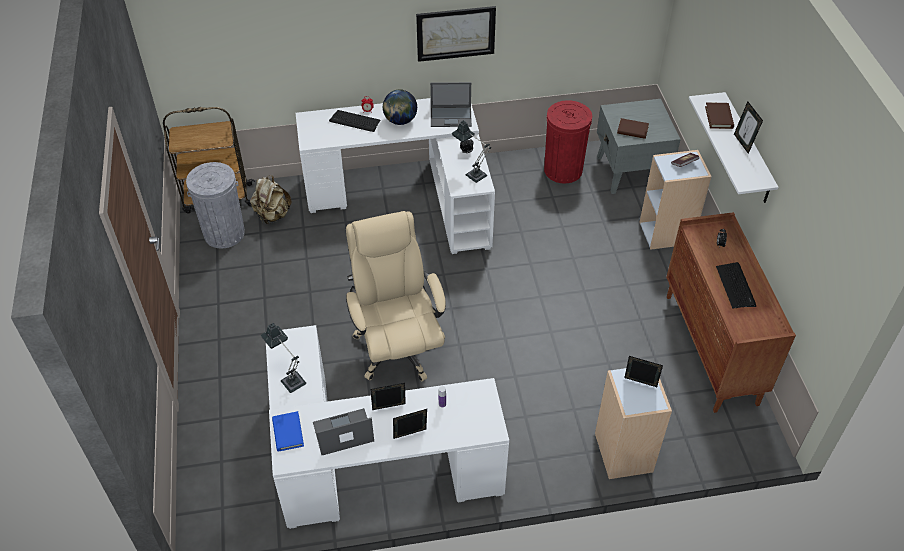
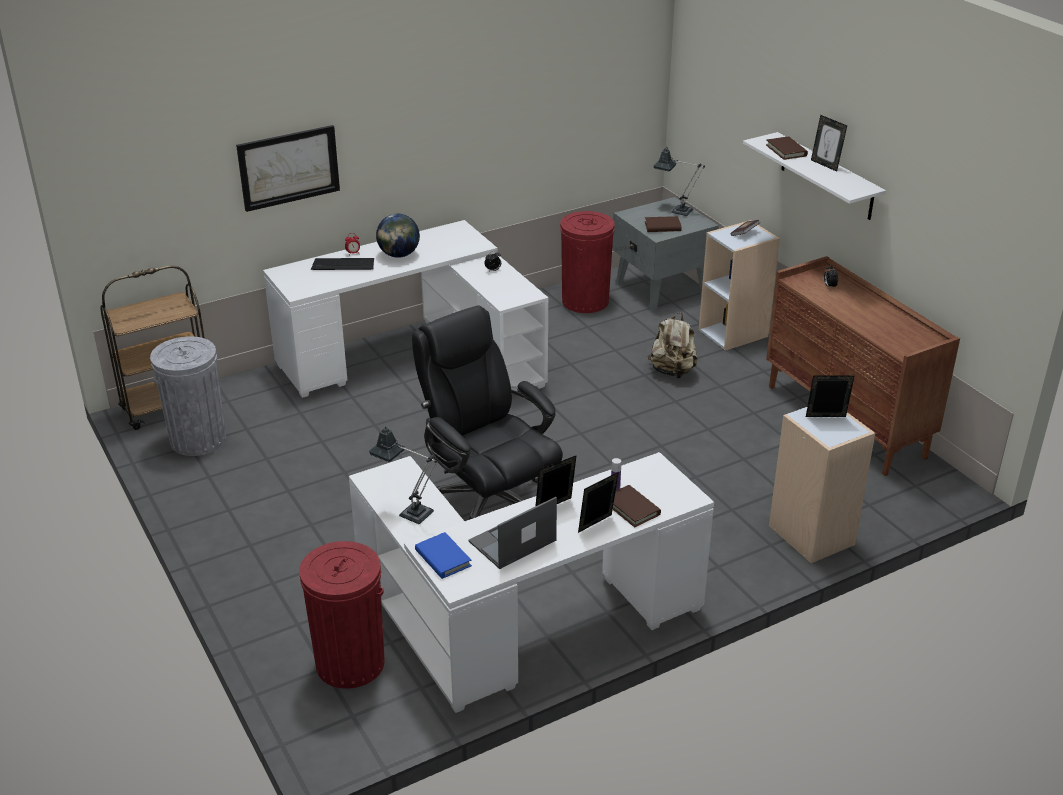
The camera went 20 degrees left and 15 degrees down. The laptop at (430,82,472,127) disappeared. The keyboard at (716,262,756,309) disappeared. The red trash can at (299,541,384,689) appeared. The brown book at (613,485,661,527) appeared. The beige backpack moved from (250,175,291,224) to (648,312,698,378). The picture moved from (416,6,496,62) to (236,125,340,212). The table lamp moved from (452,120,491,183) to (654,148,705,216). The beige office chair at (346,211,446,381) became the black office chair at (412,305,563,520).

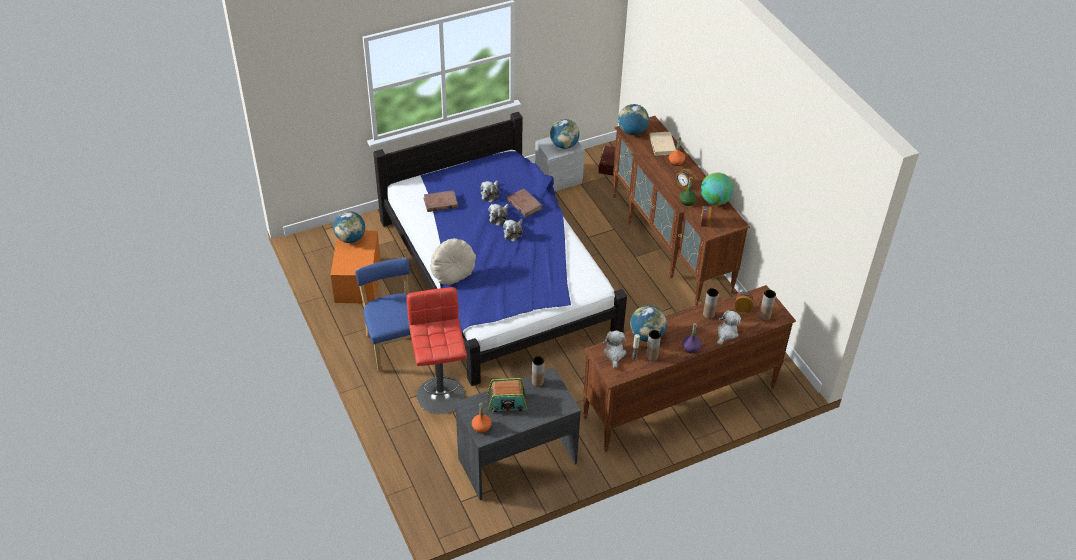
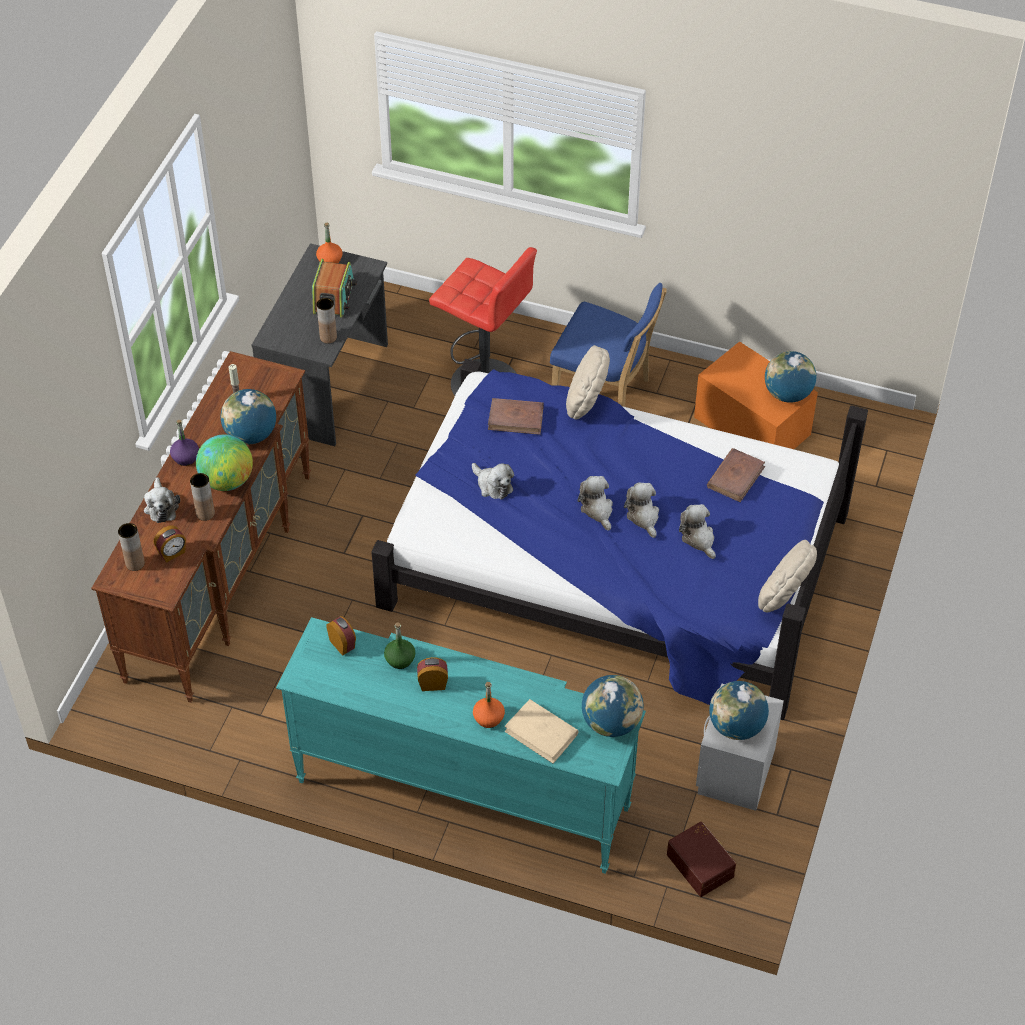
The camera went 135 degrees right and 5 degrees up. The brown vase at (646,330,661,361) disappeared. The beige pillow at (758,540,817,612) appeared. The brown book moved from (507,189,542,217) to (488,398,544,435). The plush toy moved from (603,330,627,369) to (472,463,514,500). The globe moved from (701,173,734,205) to (196,434,253,491). The brown cabinet at (613,116,750,305) became the turquoise cabinet at (276,617,646,874). The radio at (487,378,528,412) turned 150 degrees clockwise.

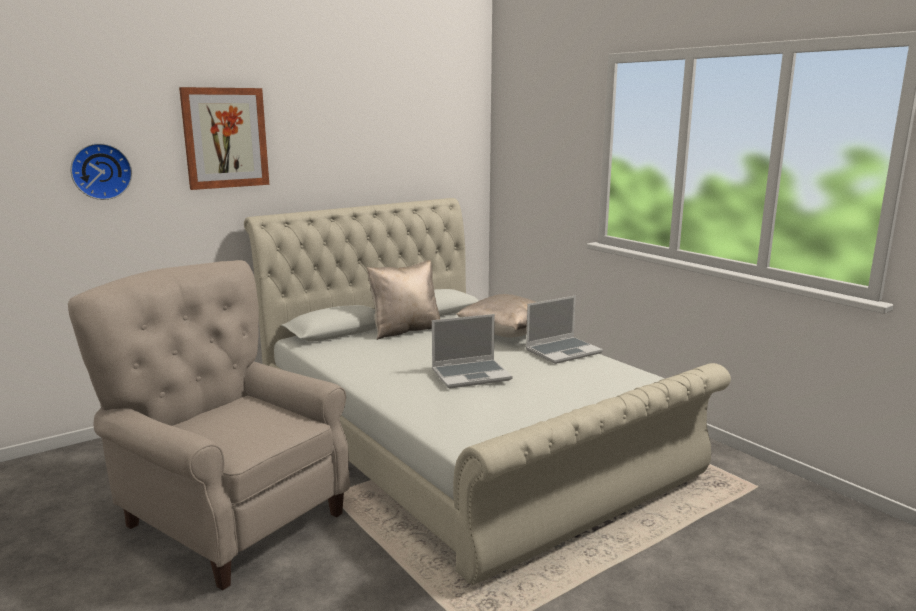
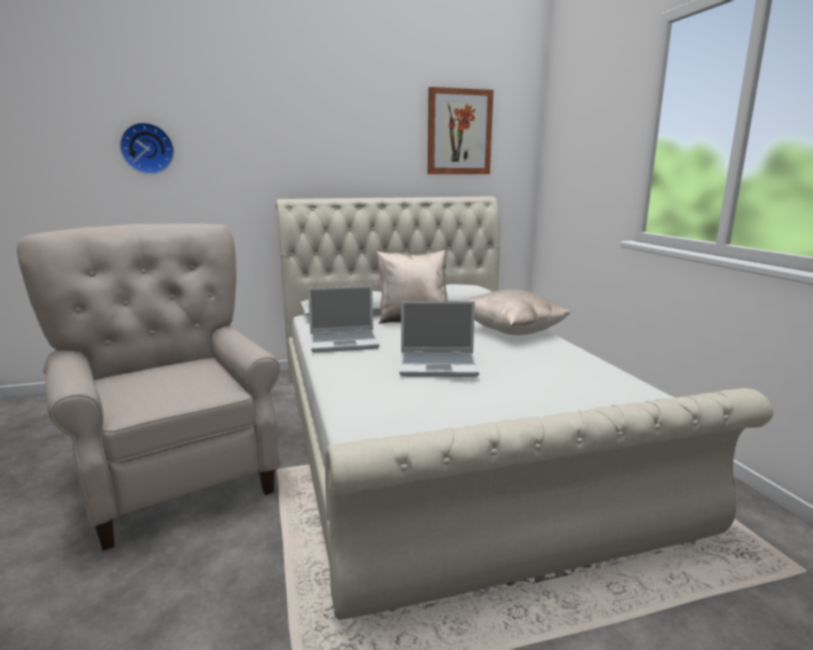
The camera went 20 degrees right and 0 degrees up. The picture moved from (179,87,269,190) to (428,87,493,174). The laptop moved from (526,295,603,364) to (308,285,380,353).

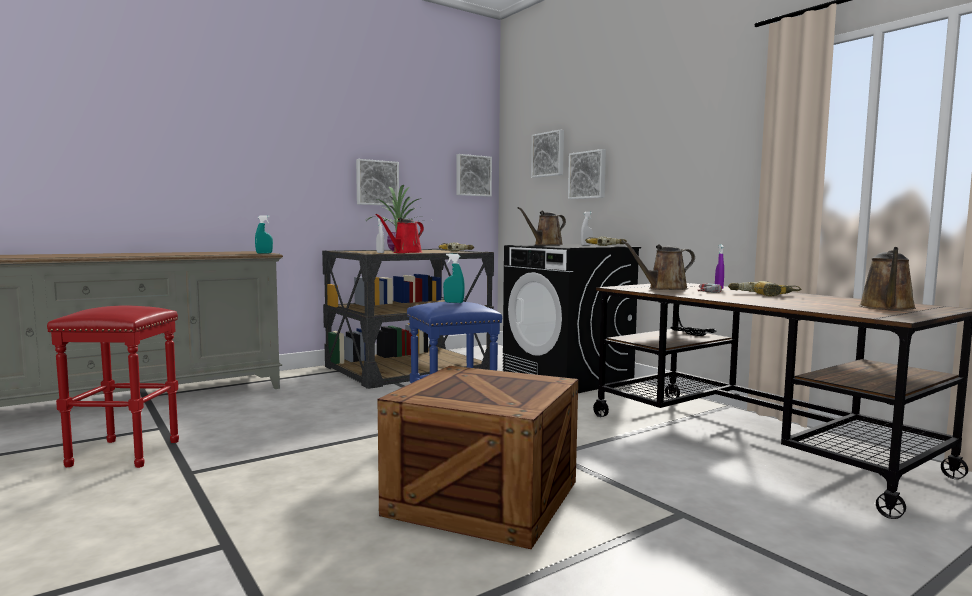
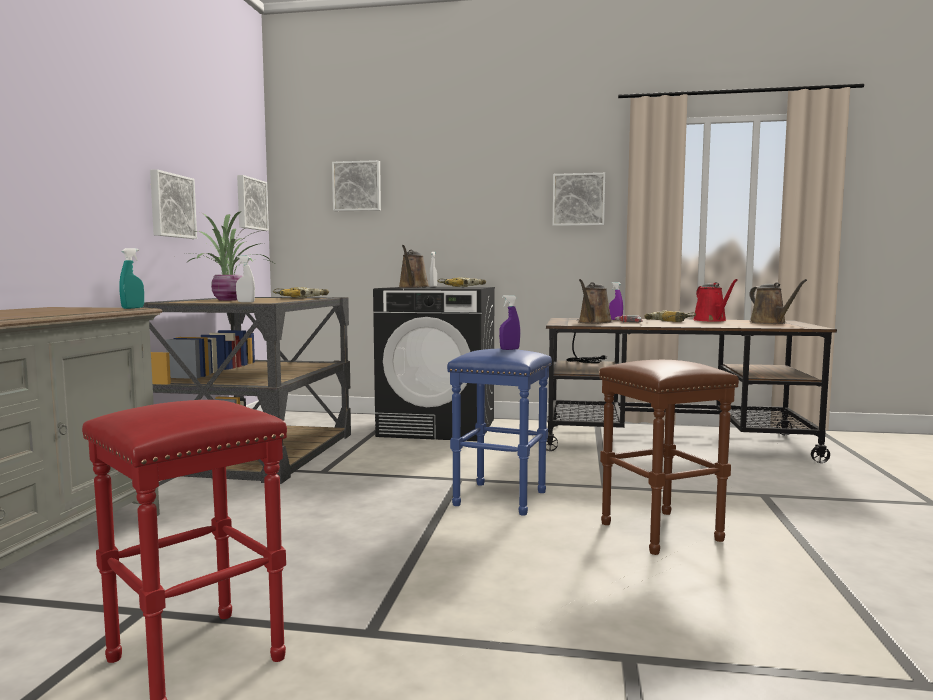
The camera went 45 degrees left and 0 degrees up. The red watering can moved from (376,214,424,253) to (693,279,737,321). The picture moved from (568,149,606,199) to (553,173,605,226). The crate at (378,366,578,549) was replaced by the brown stool at (599,360,739,555). The turquoise spray bottle at (443,253,465,303) became the purple spray bottle at (499,295,520,350).

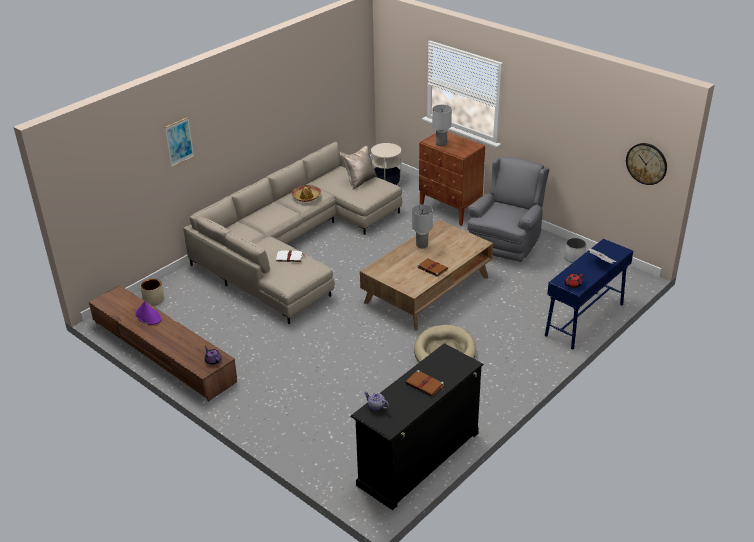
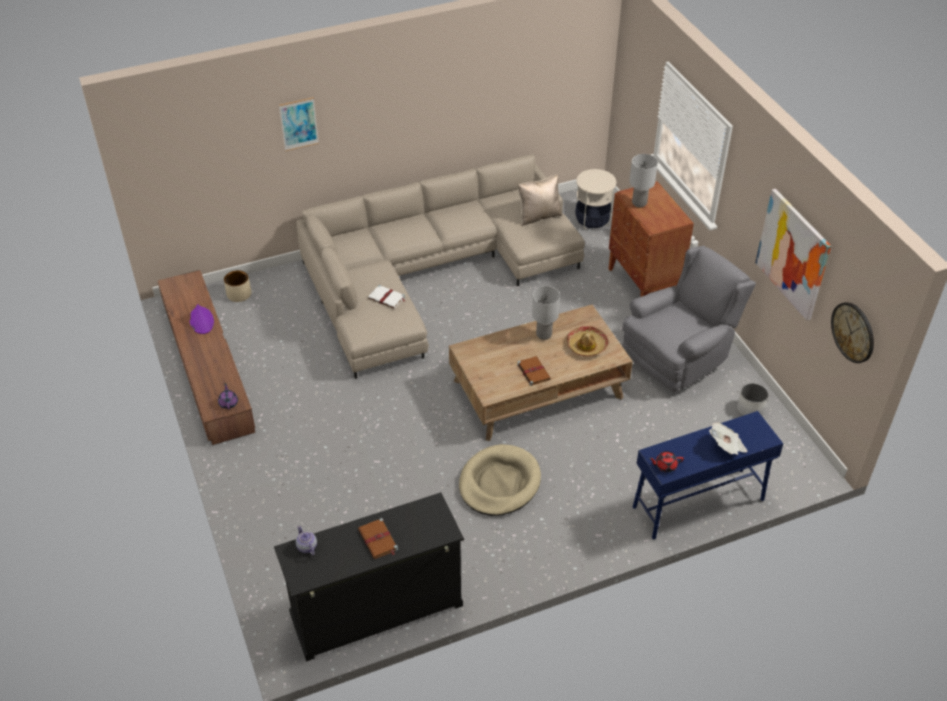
The camera went 25 degrees right and 10 degrees up. The picture at (755,189,831,321) appeared. The hat moved from (292,185,321,202) to (567,326,608,356).

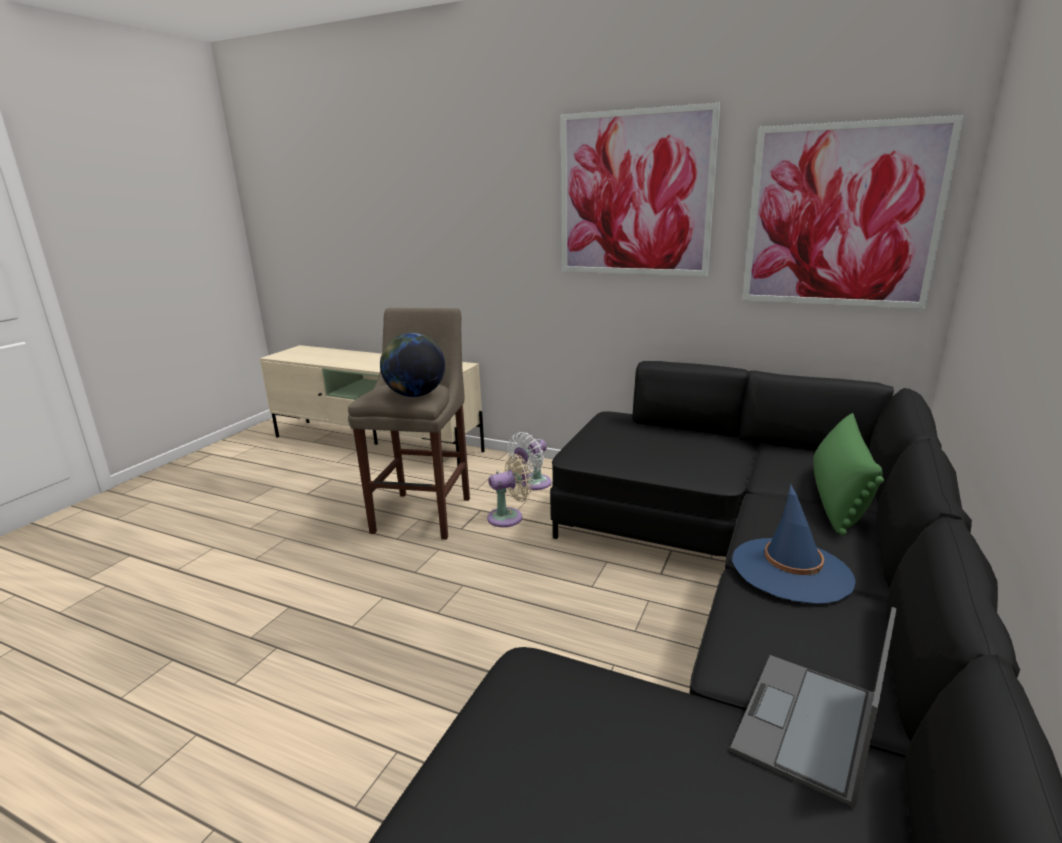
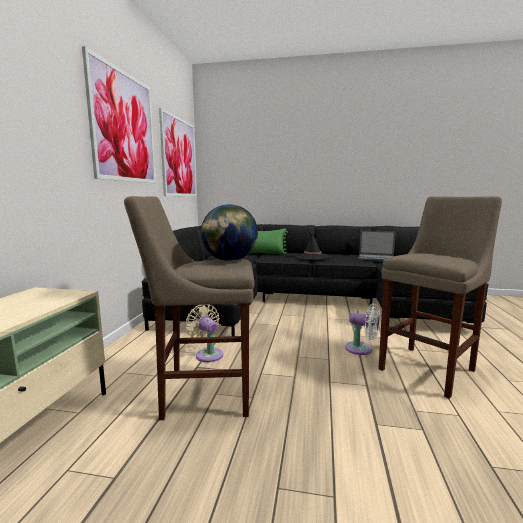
The camera went 105 degrees left and 10 degrees down. The beige stool at (378,196,502,399) appeared. The white fan moved from (507,432,552,490) to (345,303,380,355). The blue hat at (732,484,856,604) became the black hat at (294,231,331,260).

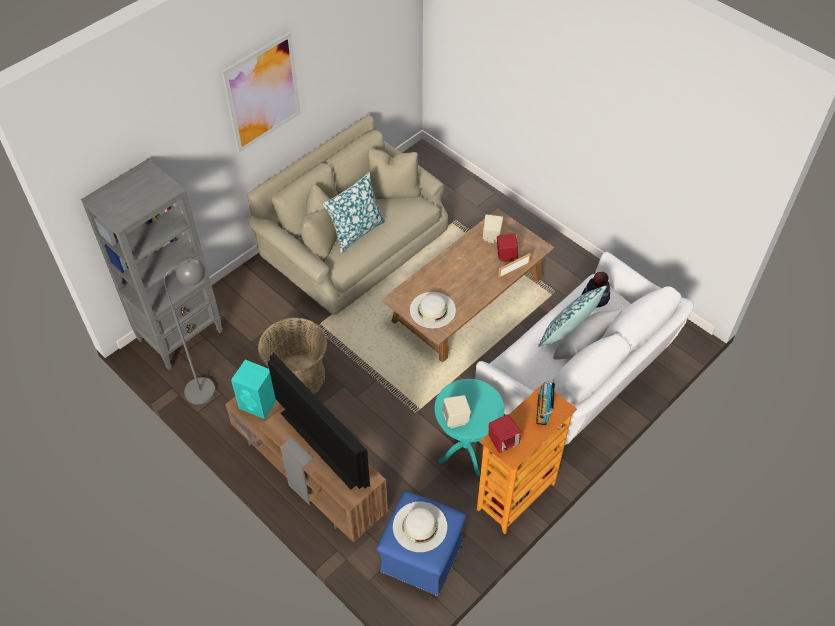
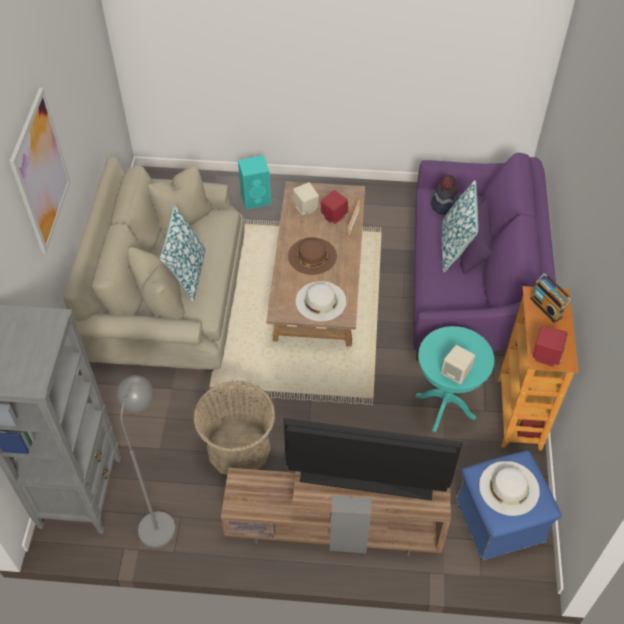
The camera went 40 degrees left and 0 degrees up. The brown hat at (288,237,337,275) appeared. The turquoise speaker moved from (231,360,277,419) to (238,155,271,209). The white sofa at (475,252,694,445) became the purple sofa at (413,153,556,361).

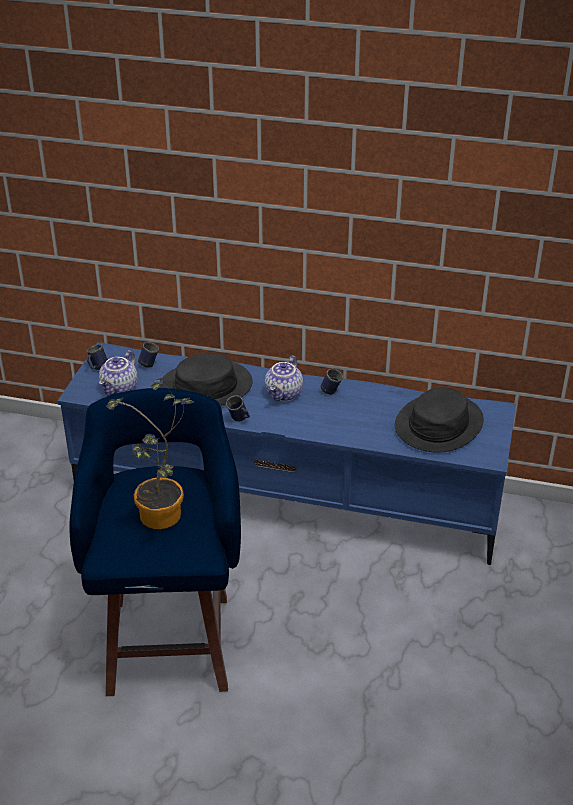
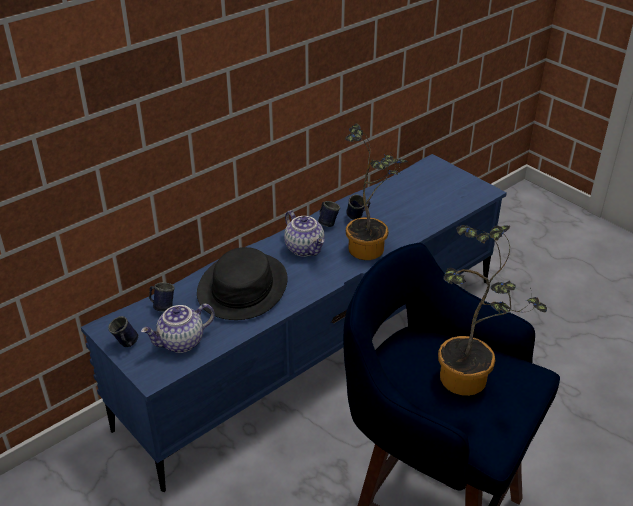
The camera went 55 degrees left and 0 degrees up. The black hat at (395,387,484,453) disappeared. The potted plant at (345,124,408,260) appeared. The blue mug moved from (226,395,250,421) to (346,194,370,219). The teapot at (99,350,138,396) turned 90 degrees clockwise.

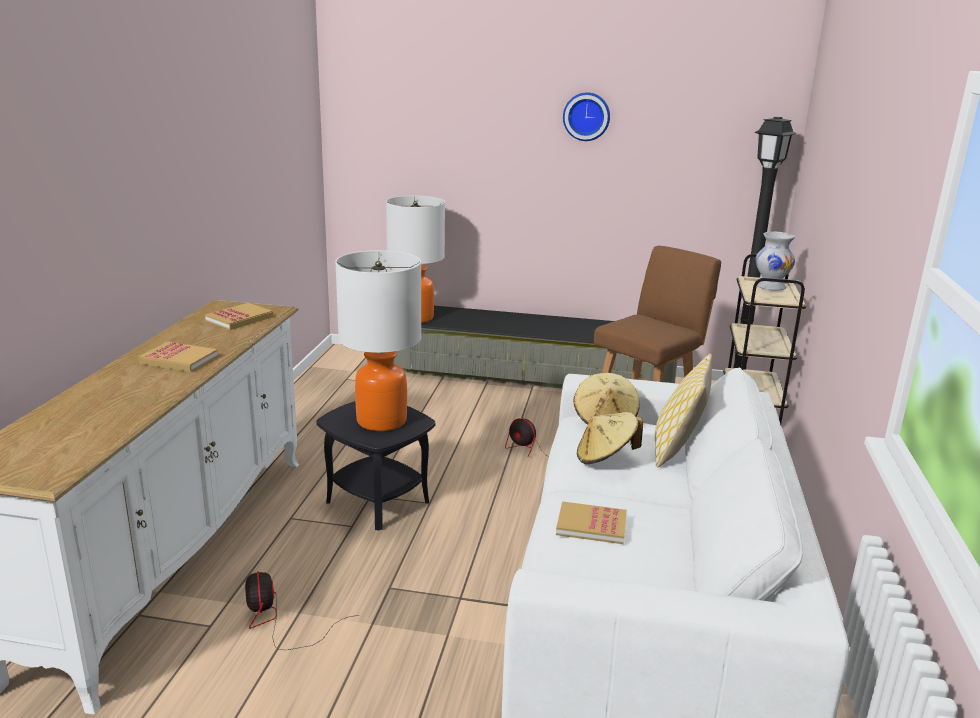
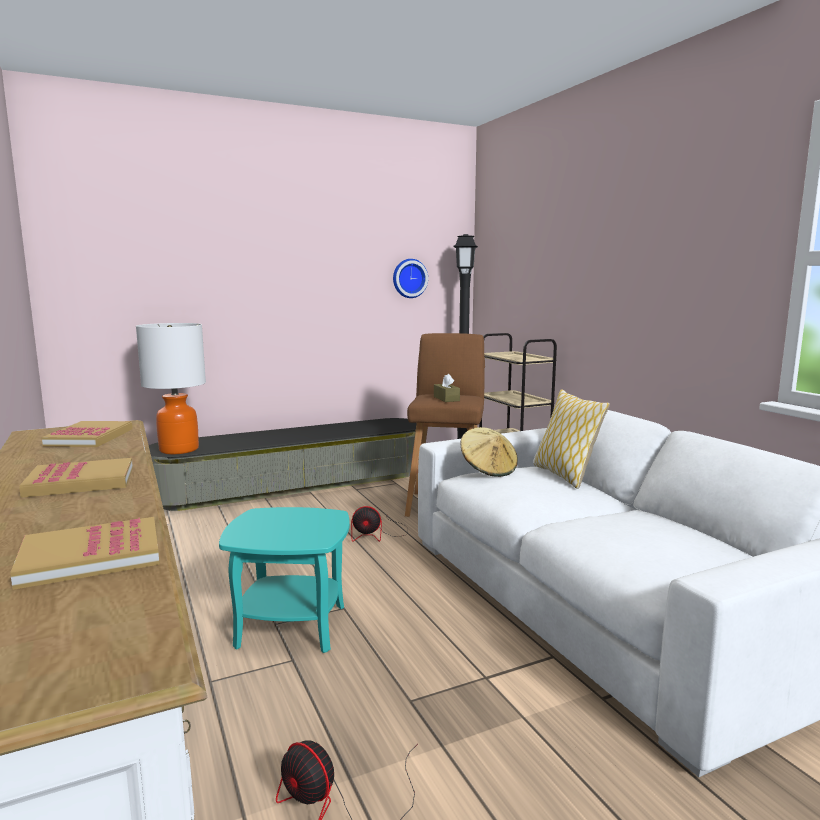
The camera went 35 degrees left and 10 degrees down. The table lamp at (335,250,421,431) disappeared. The beige hat at (577,412,643,464) disappeared. The white vase at (756,231,795,291) disappeared. The brown tissue box at (434,374,460,402) appeared. The book moved from (556,501,627,544) to (10,517,160,590). The wall clock moved from (563,92,610,141) to (393,259,428,298). The black side table at (317,401,435,531) became the turquoise side table at (219,507,350,653).

